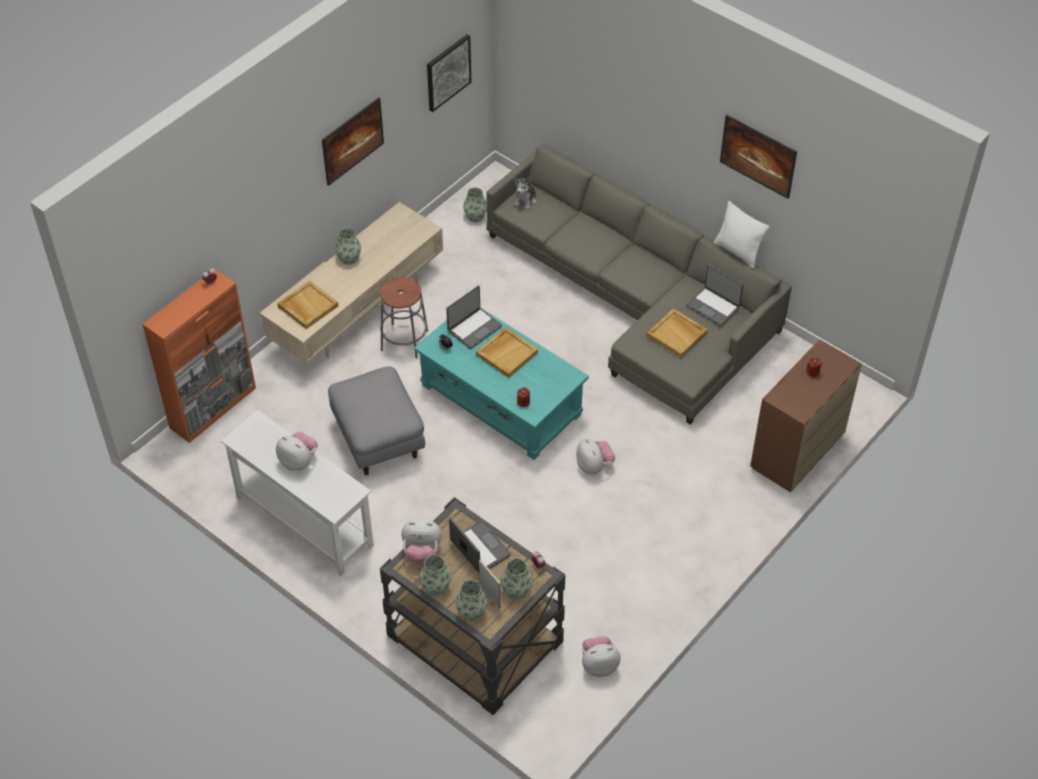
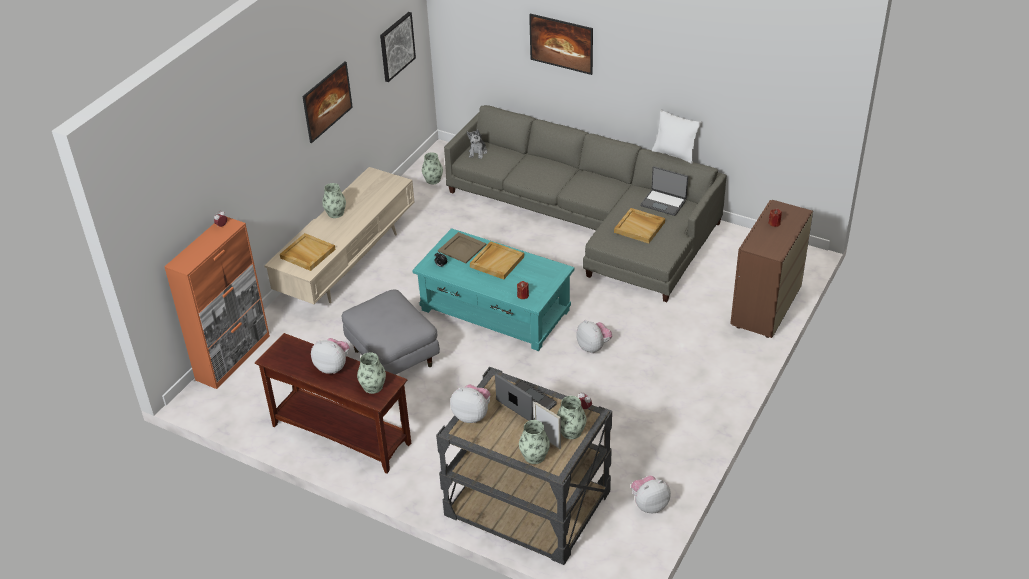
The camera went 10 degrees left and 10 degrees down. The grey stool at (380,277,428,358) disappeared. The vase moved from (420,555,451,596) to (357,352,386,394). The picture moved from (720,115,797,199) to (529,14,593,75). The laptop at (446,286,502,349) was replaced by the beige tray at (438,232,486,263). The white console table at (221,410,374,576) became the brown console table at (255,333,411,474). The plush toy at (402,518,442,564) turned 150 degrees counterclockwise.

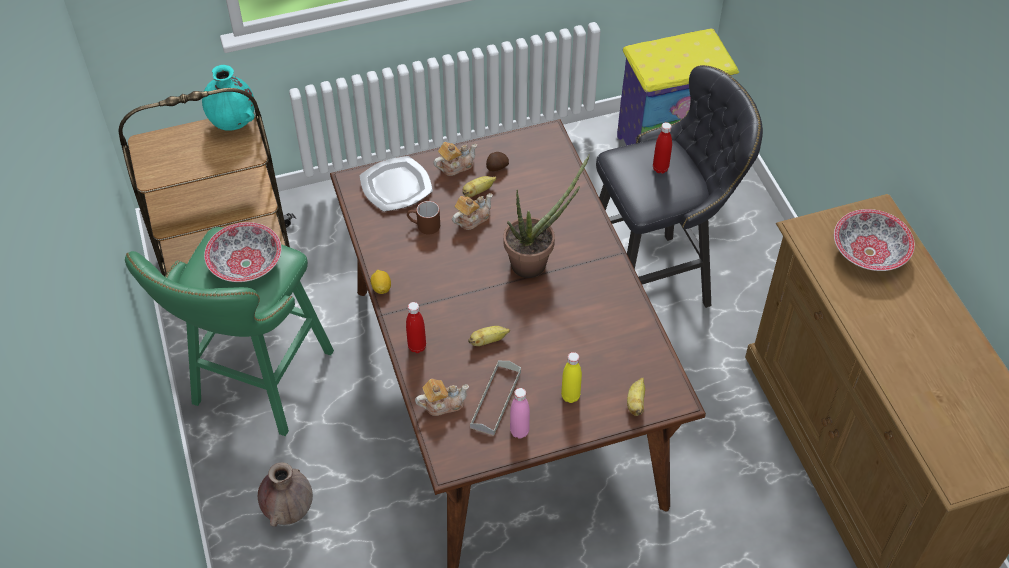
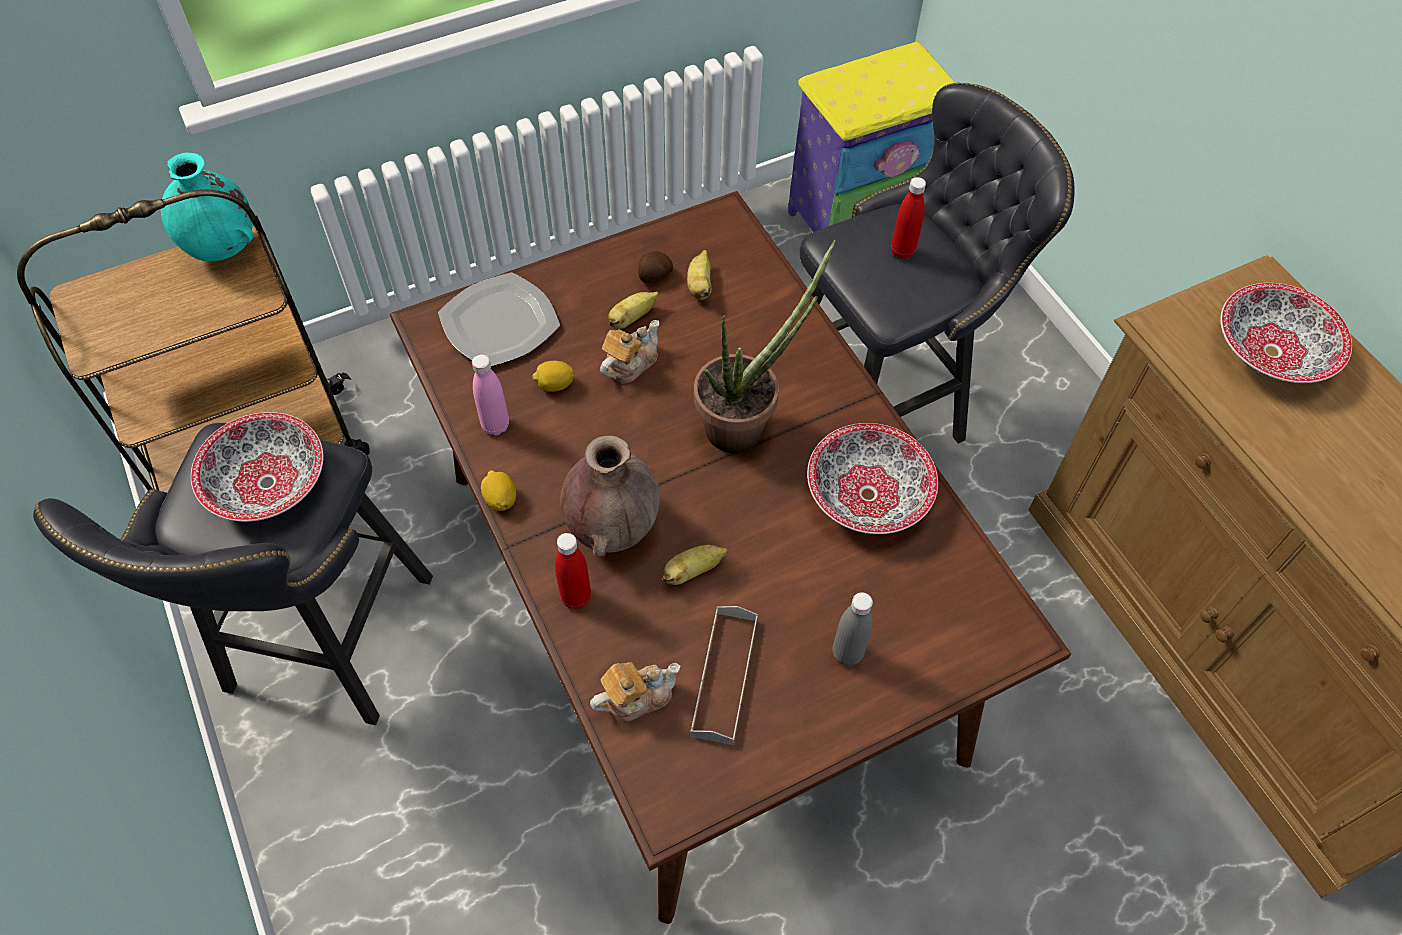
The camera went 10 degrees left and 5 degrees up. The teapot at (433,142,477,176) disappeared. The bowl at (807,423,938,534) appeared. The brown vase moved from (258,462,313,527) to (560,436,660,556). The pink bottle moved from (510,388,530,439) to (472,354,509,435). The banana moved from (627,377,645,416) to (687,250,712,300). The brown mug at (407,201,440,235) was replaced by the lemon at (532,361,574,392). The green stool at (125,227,334,436) became the black stool at (33,423,433,725). The yellow bottle at (561,352,582,403) became the grey bottle at (832,592,873,666).

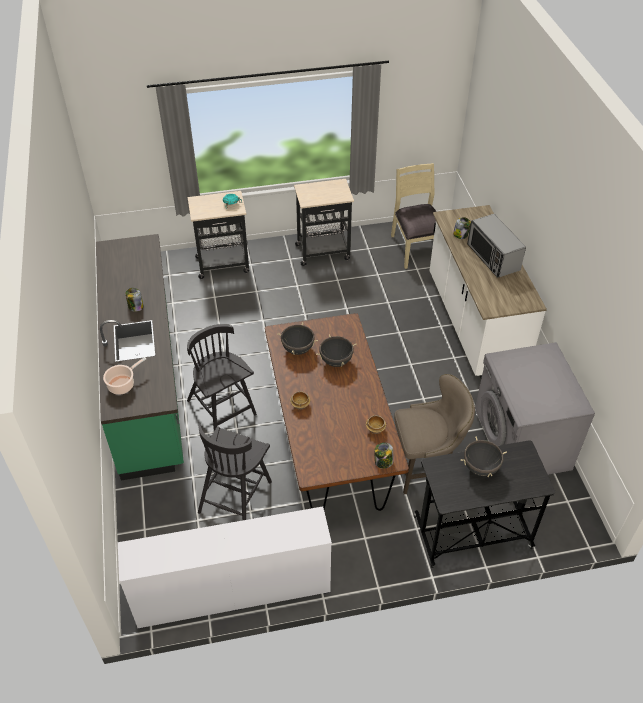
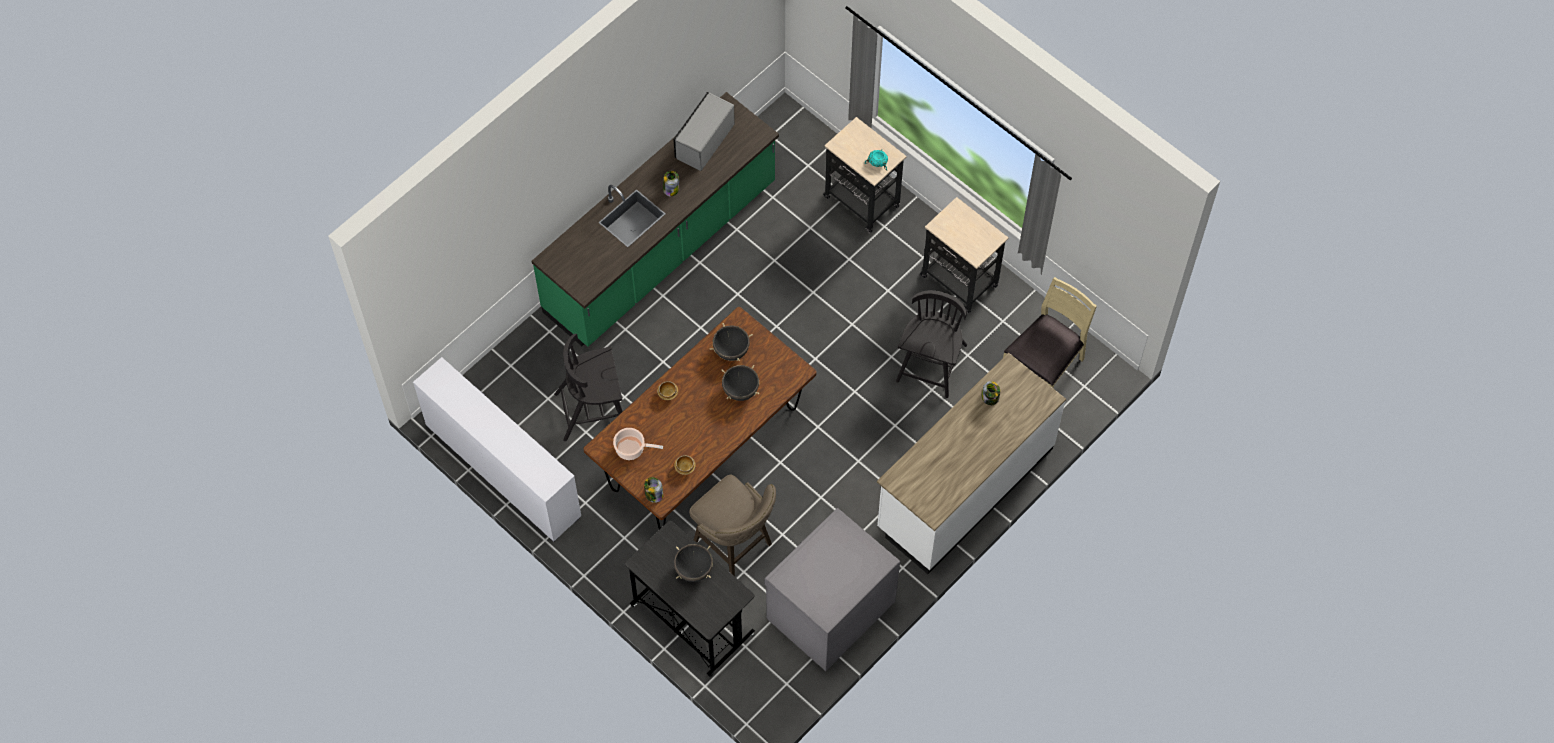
The camera went 55 degrees right and 15 degrees up. The cooking pot moved from (103,357,146,395) to (613,428,663,460). The black chair moved from (187,324,257,431) to (896,290,967,398). The microwave moved from (467,214,526,278) to (673,92,735,171).

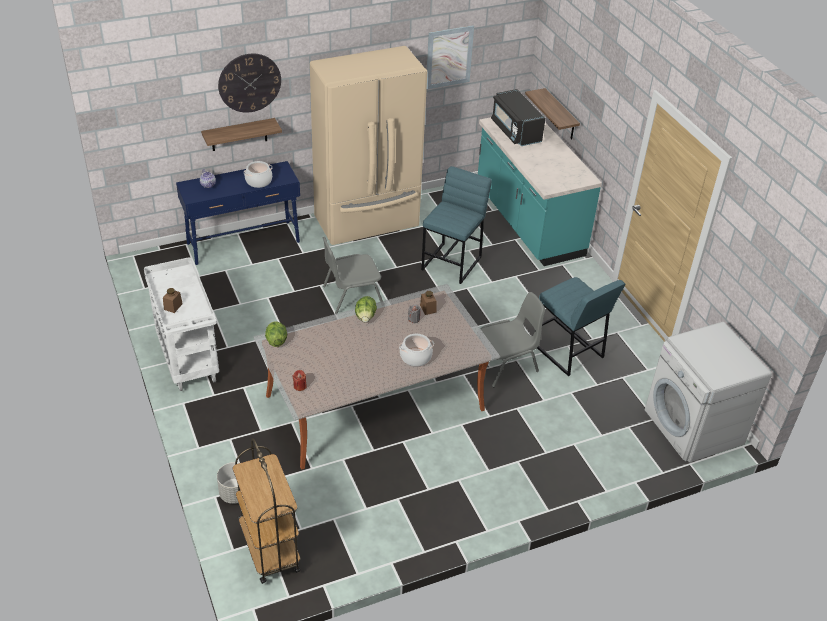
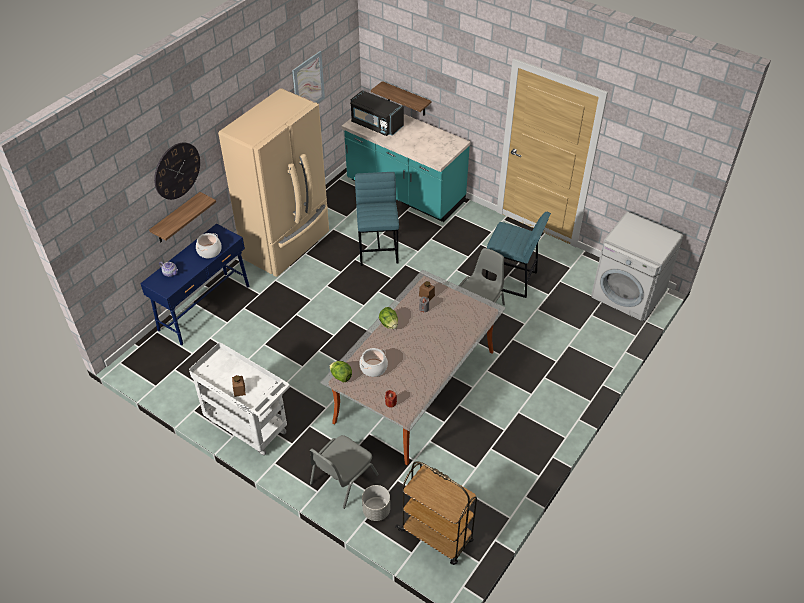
The camera went 30 degrees left and 5 degrees up. The grey chair moved from (322,237,383,314) to (310,435,379,509). The cooking pot moved from (399,334,434,367) to (359,348,388,377).

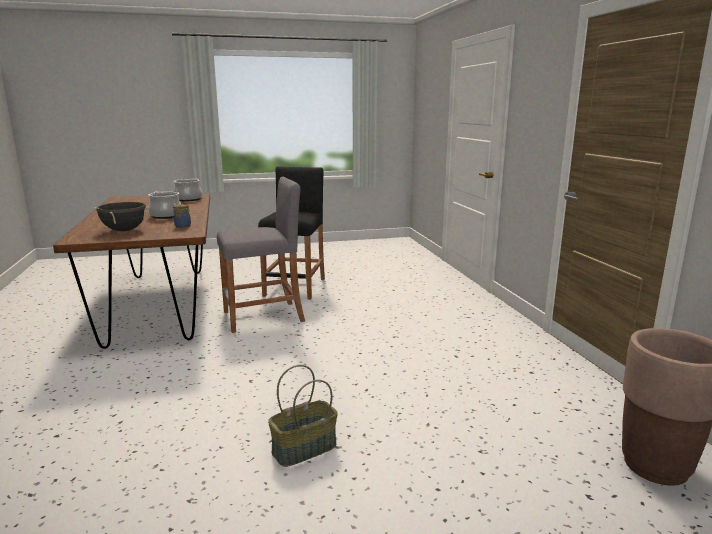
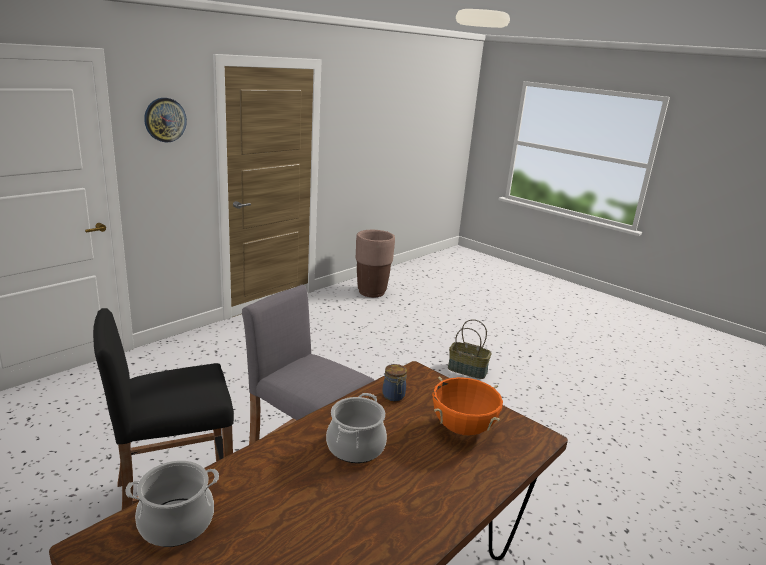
The camera went 125 degrees left and 5 degrees up. The wall clock at (144,98,187,143) appeared. The black cooking pot at (92,202,150,231) became the orange cooking pot at (432,377,503,436).

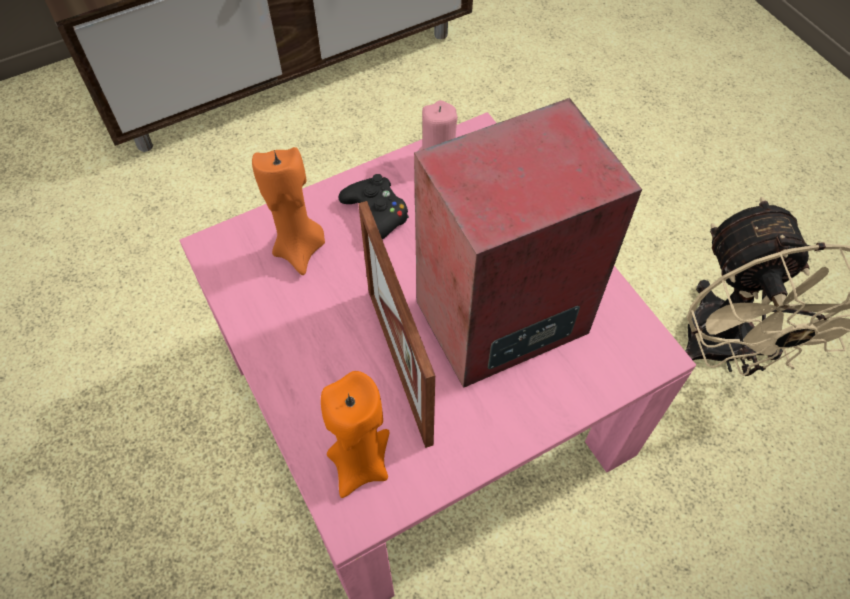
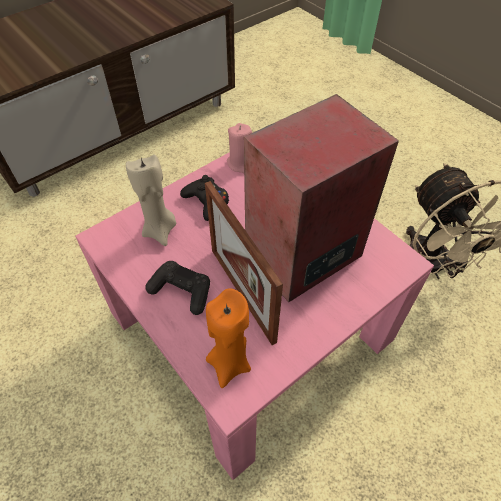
The camera went 10 degrees left and 5 degrees down. The black game controller at (145,261,210,315) appeared. The orange candle at (252,147,325,275) became the beige candle at (126,155,177,246).

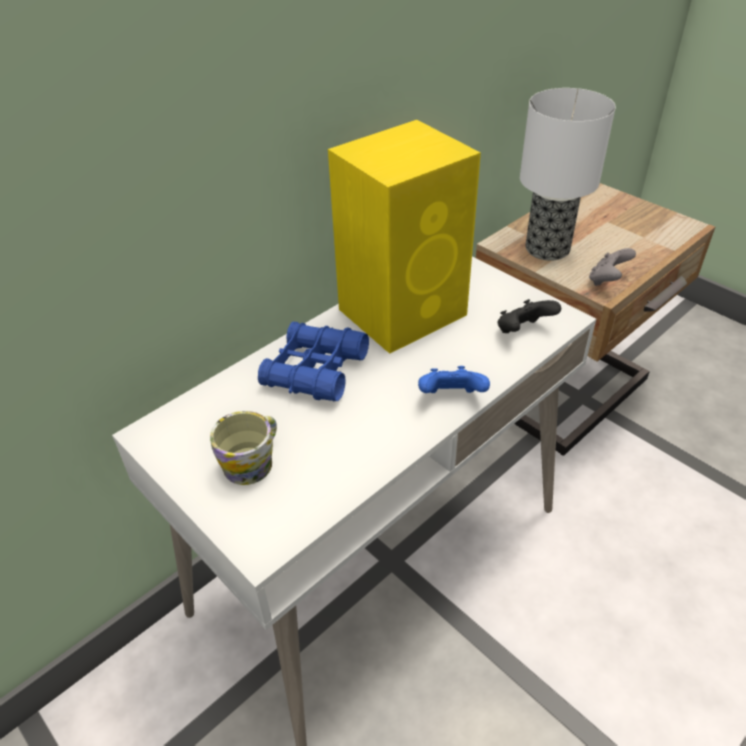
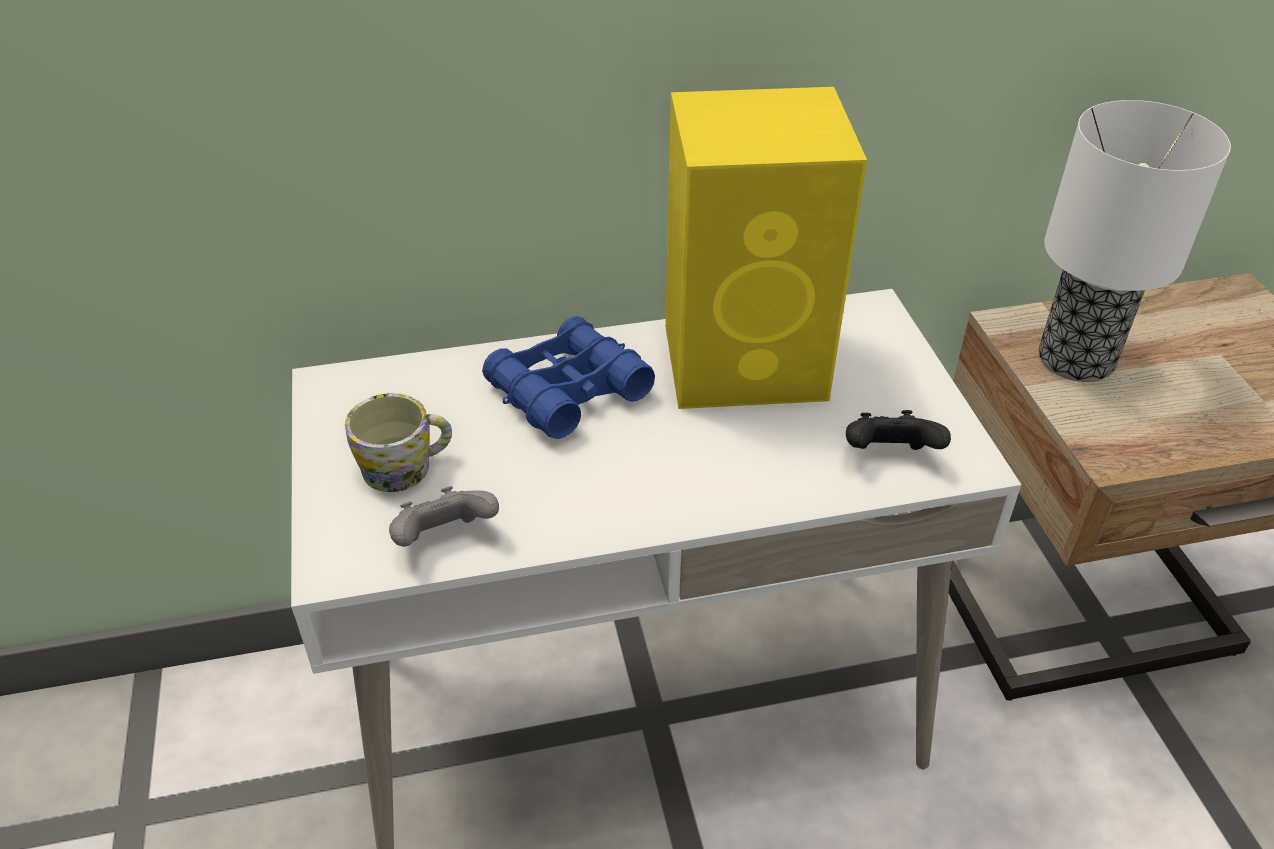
The camera went 30 degrees right and 0 degrees up. The blue game controller at (418,366,490,393) disappeared. The grey game controller moved from (589,248,636,286) to (389,486,499,547).

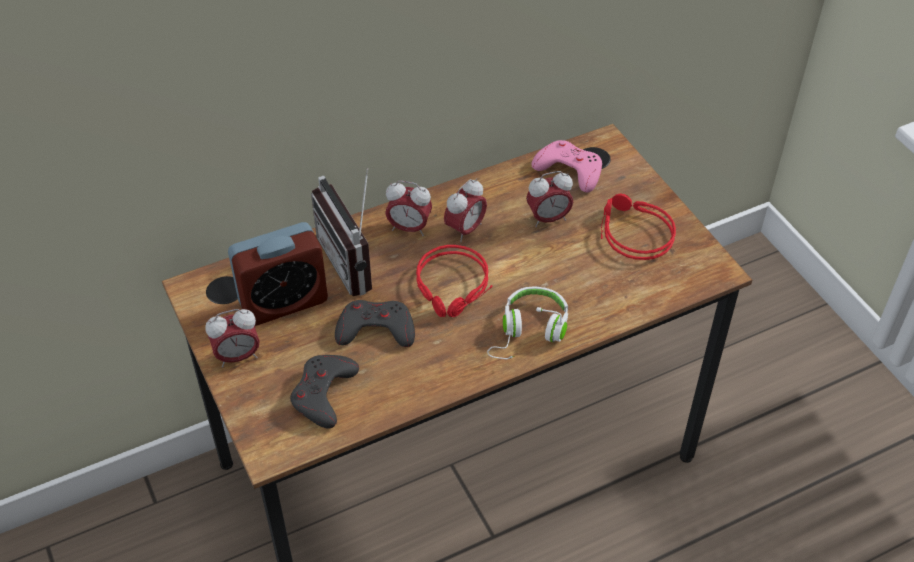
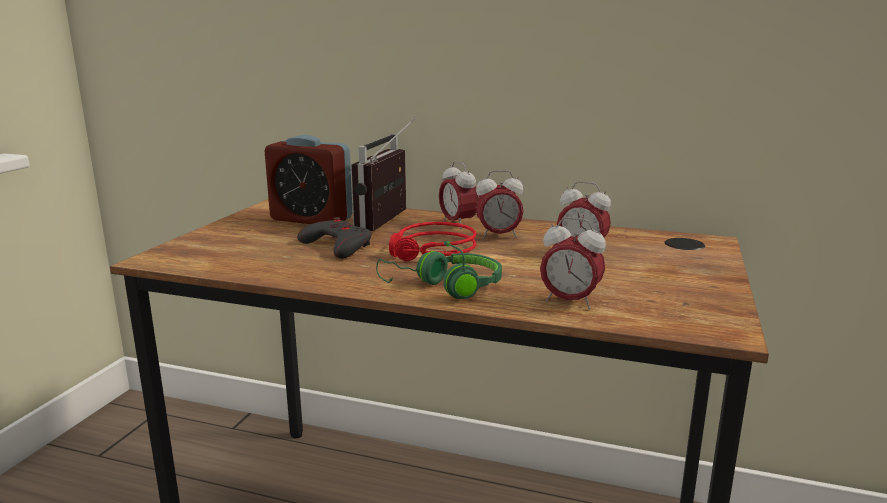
The camera went 45 degrees right and 30 degrees down. The grey game controller at (290,355,359,429) disappeared. The pink game controller at (532,140,602,193) disappeared. The red headphones at (601,193,676,260) disappeared. The alarm clock moved from (205,309,260,367) to (540,217,606,309). The white headphones at (487,286,568,359) became the green headphones at (376,241,502,299).

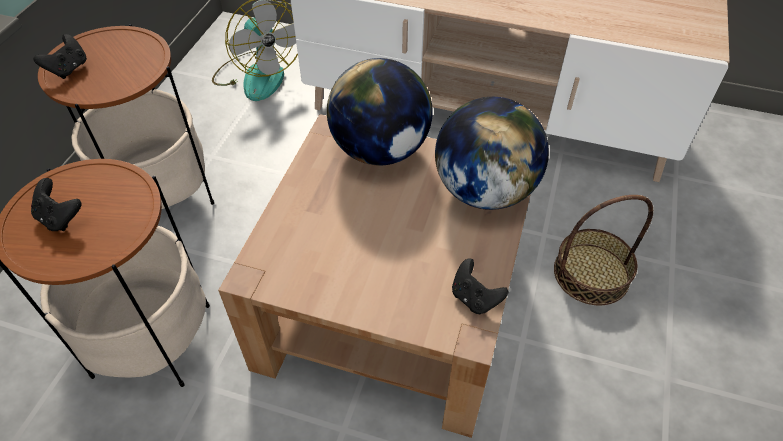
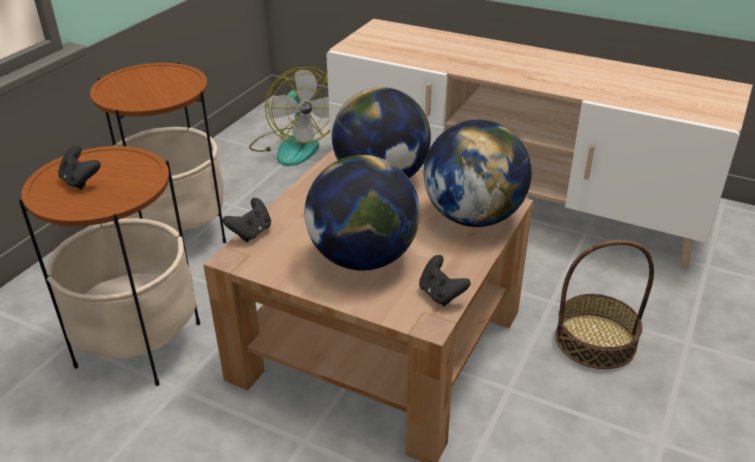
The camera went 10 degrees right and 15 degrees down. The globe at (305,155,420,271) appeared. The black game controller moved from (34,34,87,79) to (223,198,271,242).

